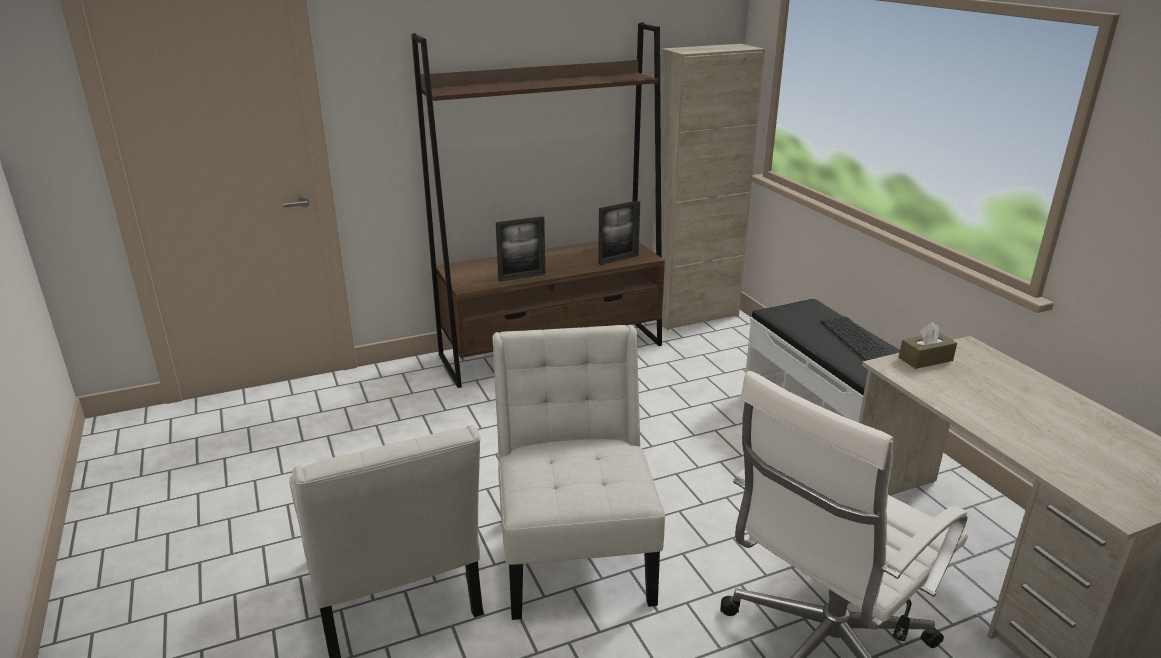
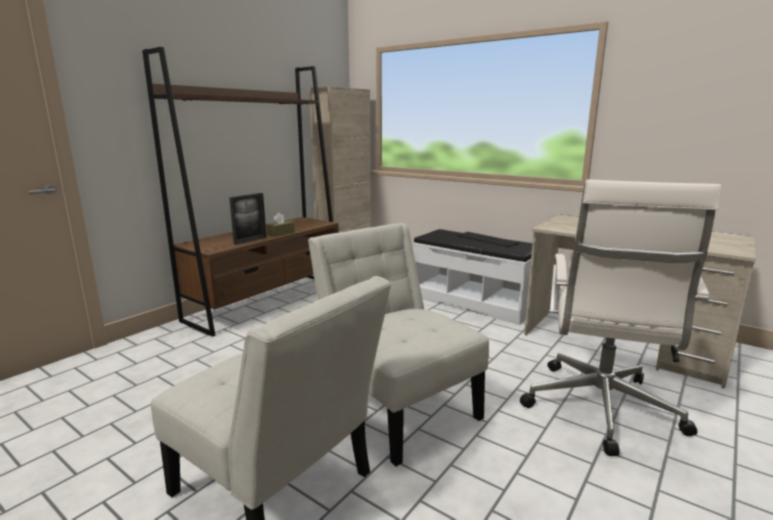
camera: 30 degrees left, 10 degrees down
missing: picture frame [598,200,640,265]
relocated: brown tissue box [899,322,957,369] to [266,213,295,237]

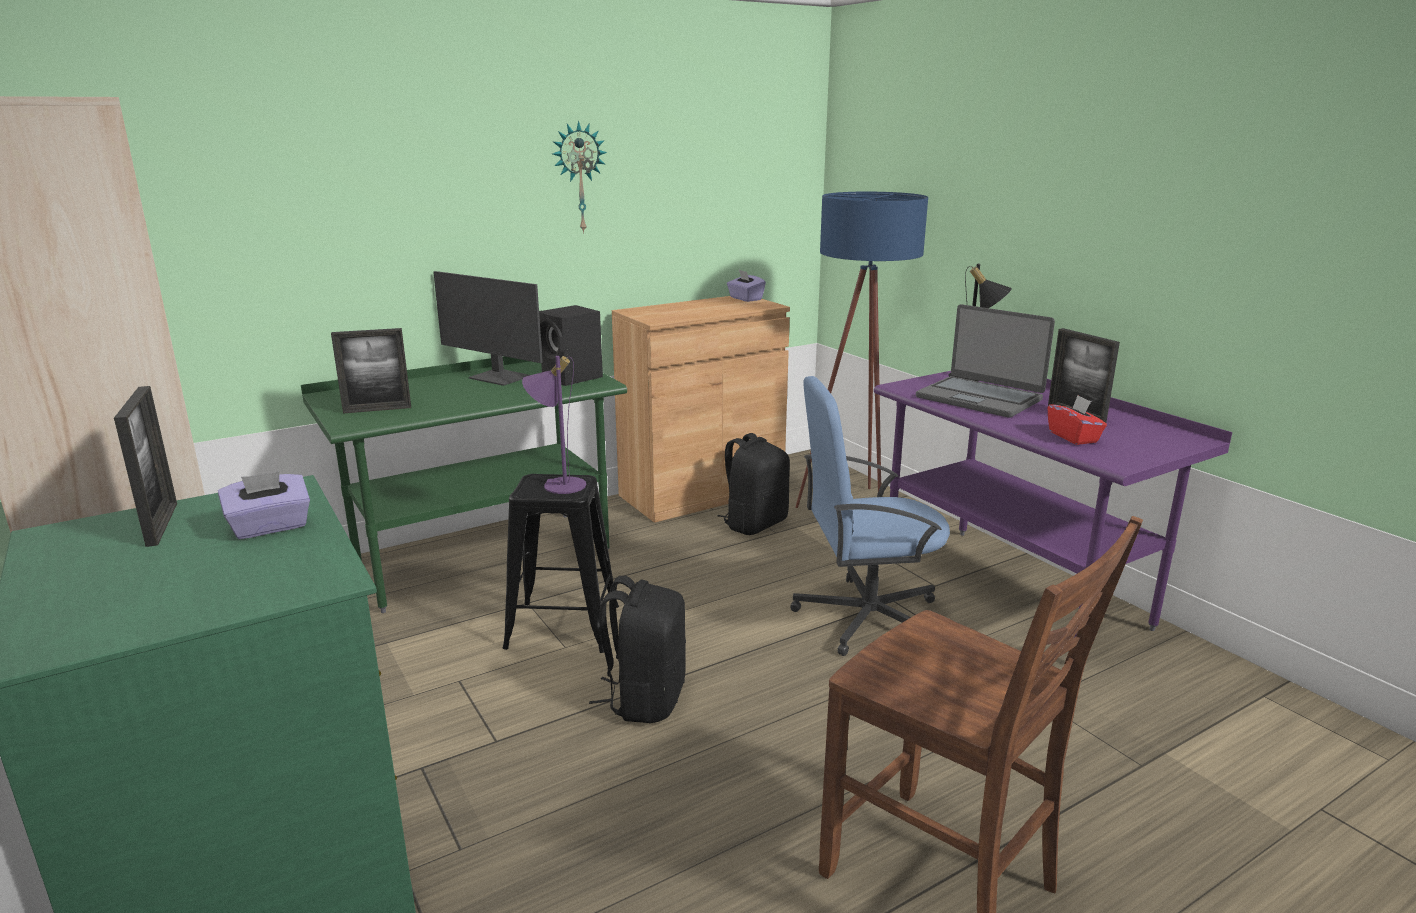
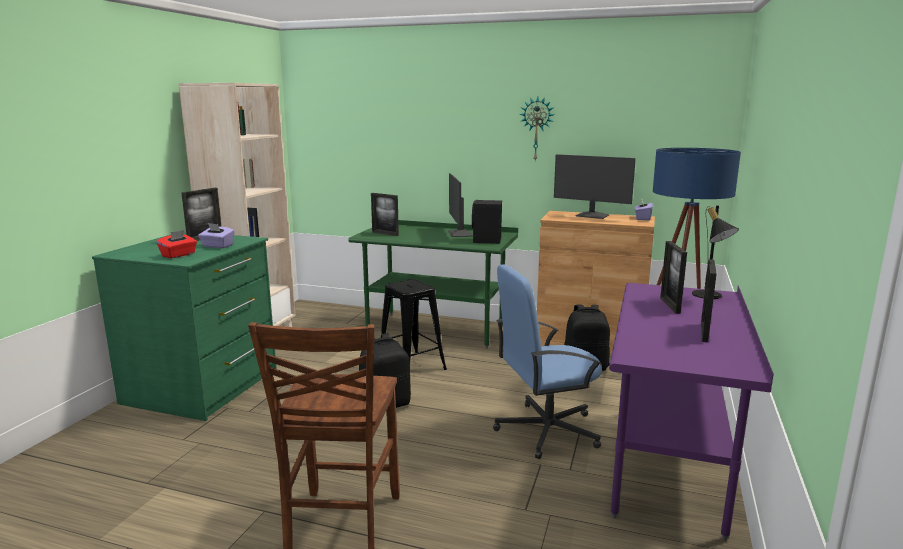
camera: 50 degrees right, 5 degrees down
missing: purple table lamp [522,356,586,494]
appeared: monitor [554,154,636,219]
relocated: red tissue box [1047,395,1107,445] to [156,230,197,259]
exchanged: laptop [916,304,1055,418] to picture frame [660,241,687,314]
spun: blue office chair [790,376,950,656] = [493,264,602,459] 60 degrees counterclockwise

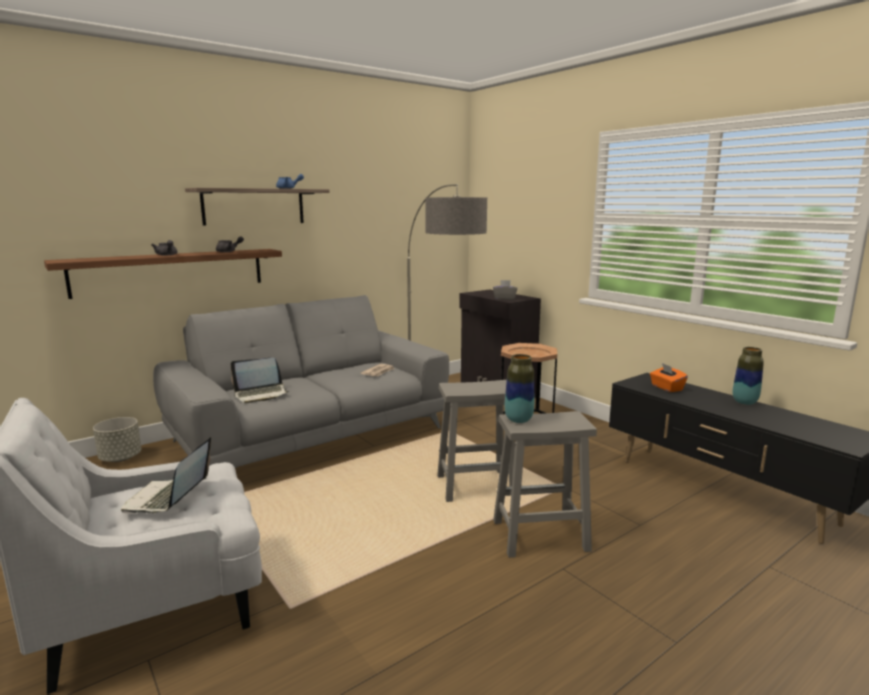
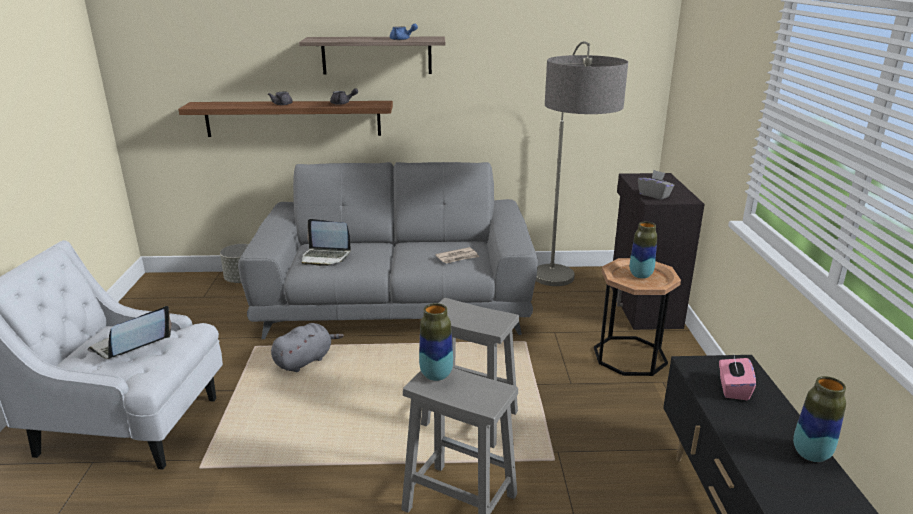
camera: 35 degrees right, 10 degrees up
appeared: vase [630,222,657,279]; grey plush toy [271,323,344,372]
colour: orange tissue box [650,363,688,392] to pink tissue box [719,356,756,400]

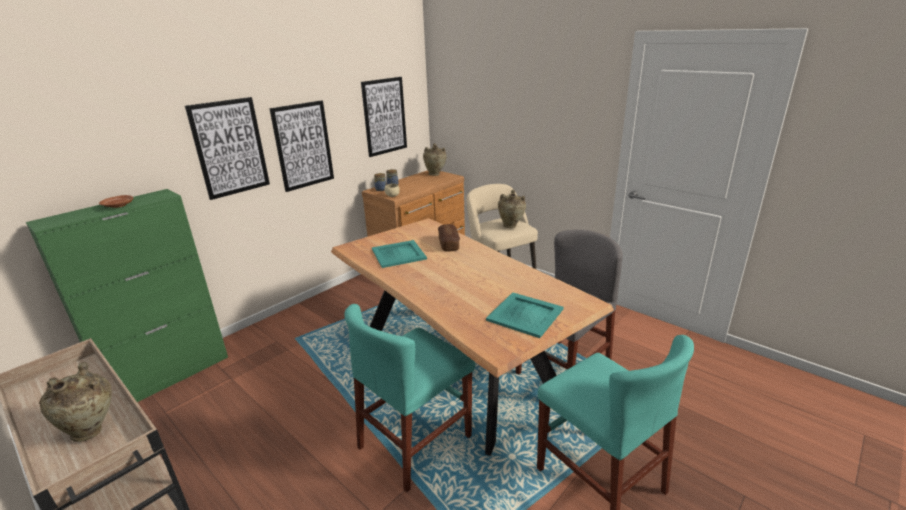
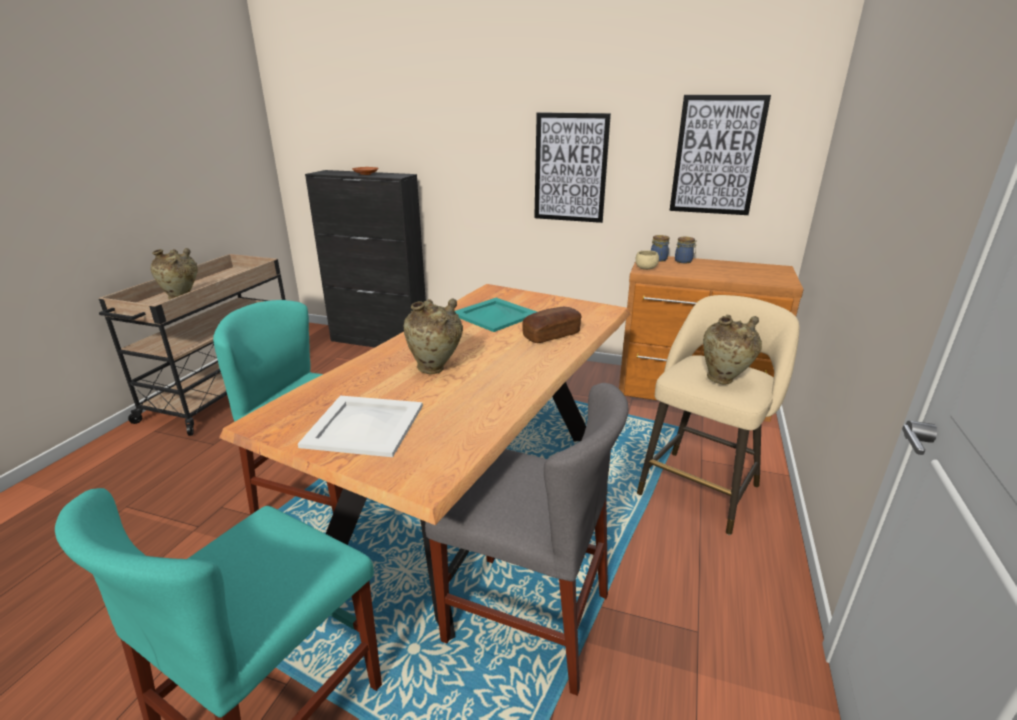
camera: 65 degrees right, 0 degrees up
missing: picture [185,97,270,200]
relocated: beige vase [423,143,446,176] to [403,298,463,374]
colour: green cabinet [26,189,228,402] to black cabinet [305,170,426,348]; turquoise tray [486,292,564,338] to white tray [298,395,423,457]

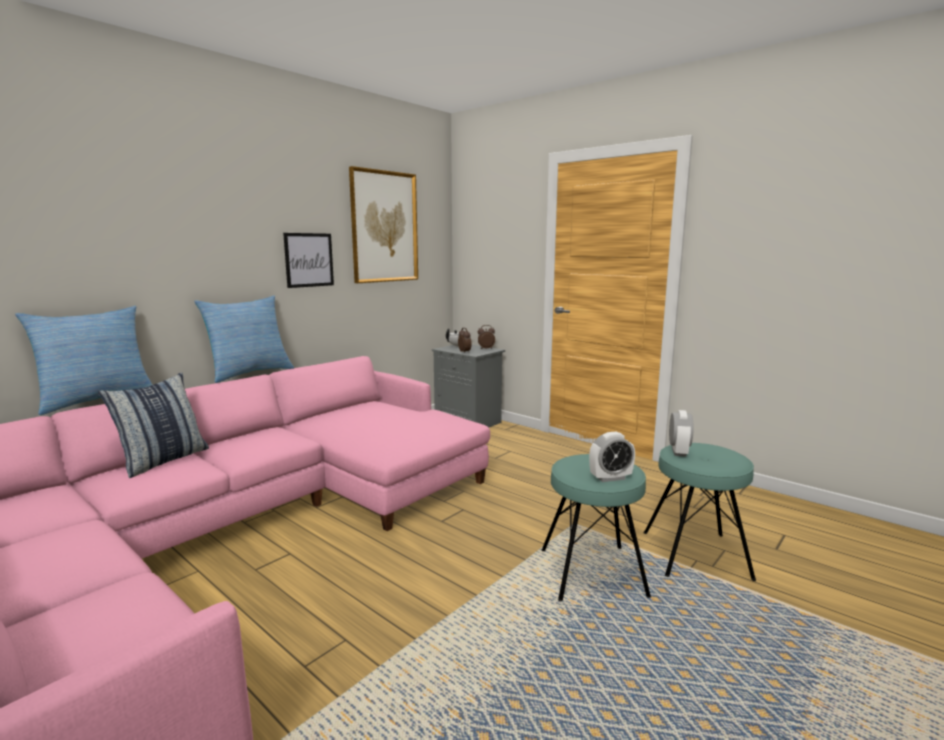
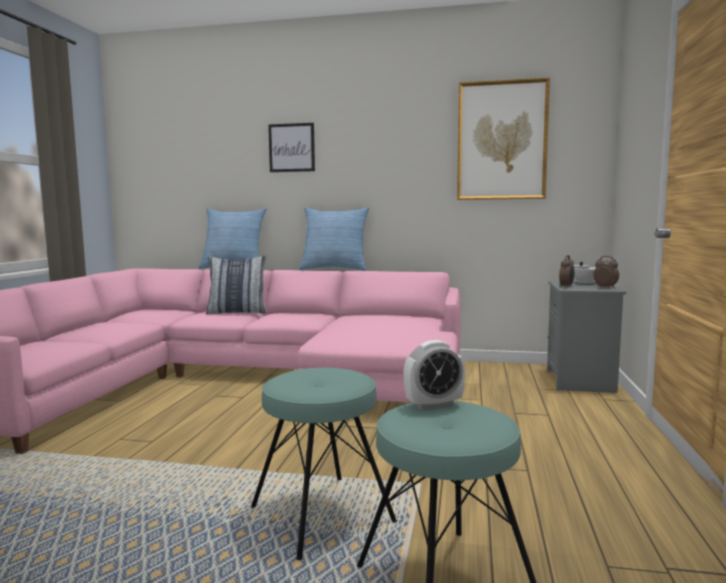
camera: 60 degrees right, 5 degrees down
missing: alarm clock [589,432,635,482]
relocated: picture [283,233,334,288] to [268,123,315,172]

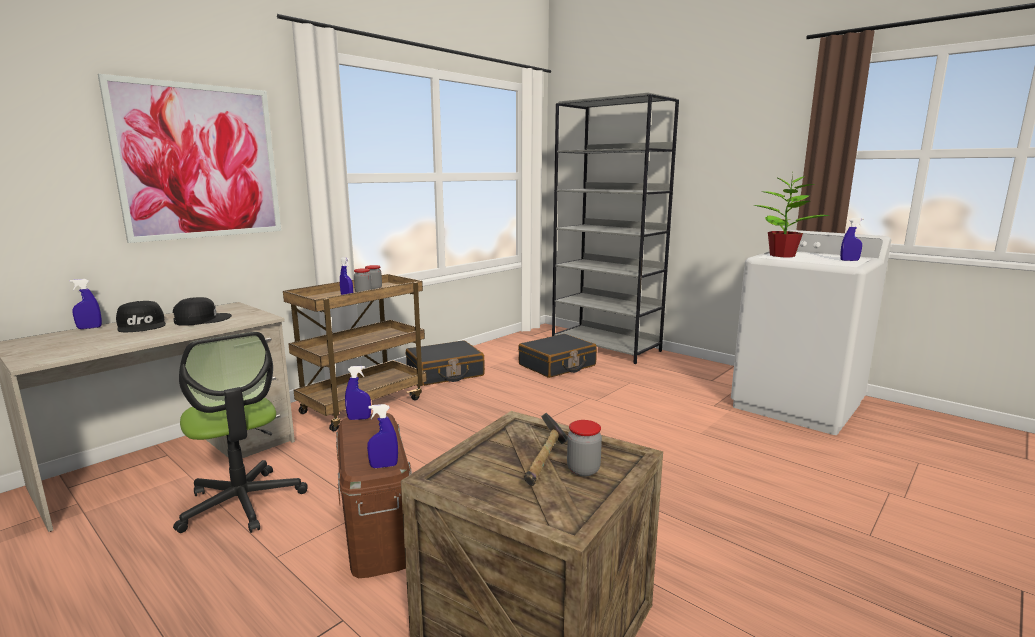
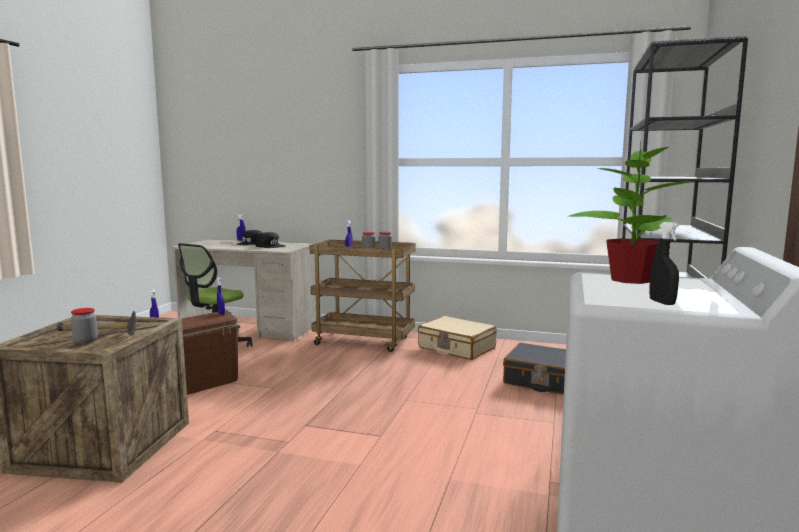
camera: 65 degrees right, 5 degrees down
missing: picture [98,74,281,243]
colour: blue spray bottle [840,218,864,261] to black spray bottle [649,222,679,305]; black suitcase [406,340,485,386] to beige suitcase [418,316,497,360]

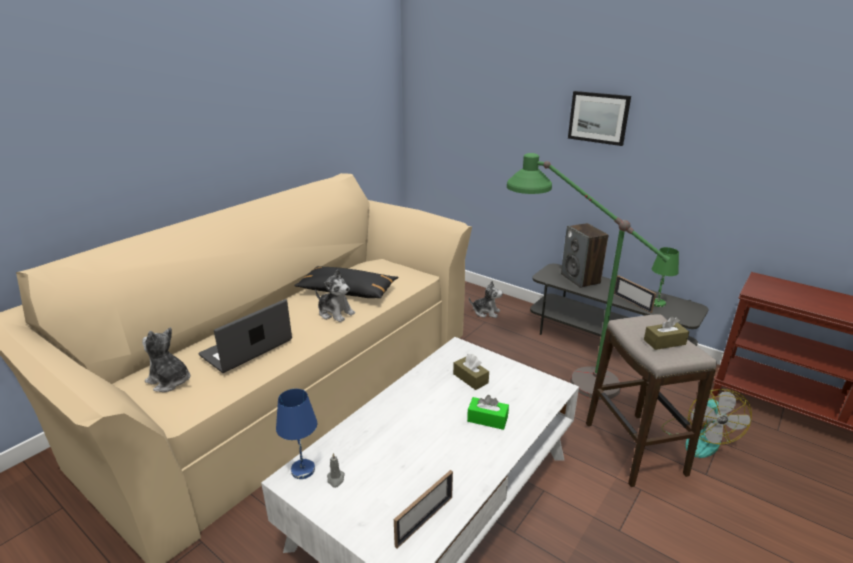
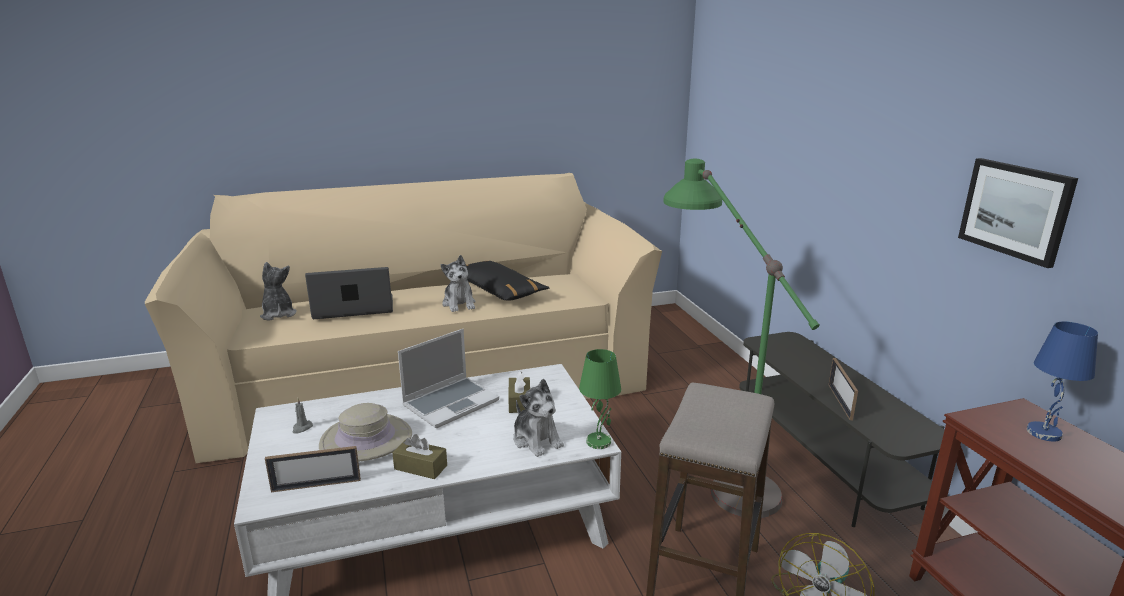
camera: 35 degrees right, 5 degrees down
missing: speaker [561,223,609,288]; green tissue box [467,395,509,430]
appeared: laptop [398,329,499,428]; beige hat [319,403,412,462]
relocated: picture [568,91,631,146] to [958,158,1078,268]; green table lamp [652,247,679,307] to [579,349,621,449]; plush toy [469,281,503,318] to [513,379,564,457]; brown tissue box [644,317,689,350] to [392,434,447,479]; blue table lamp [276,389,317,479] to [1027,322,1098,442]

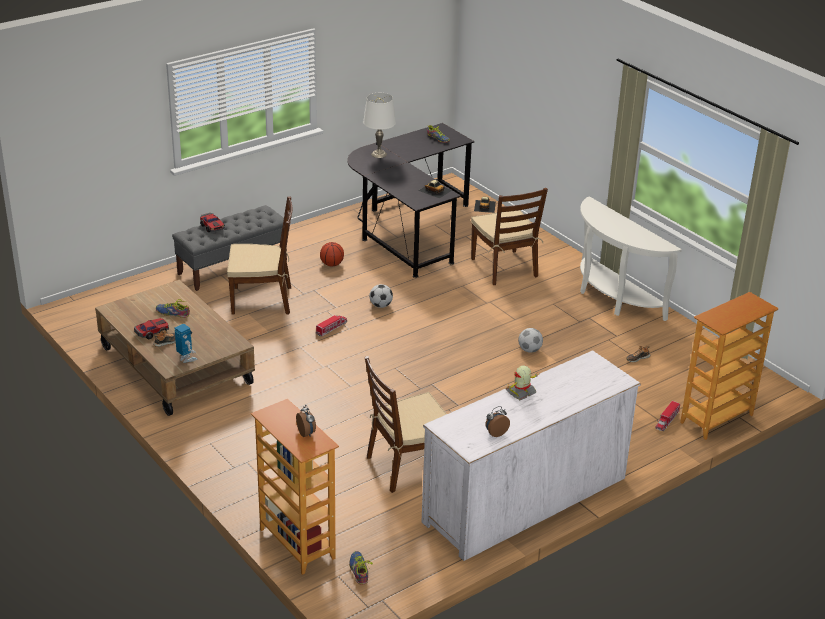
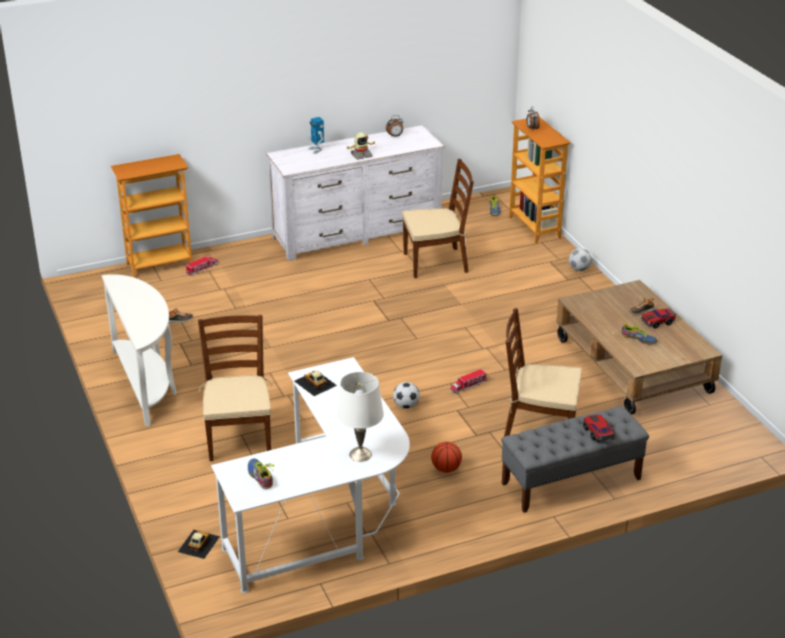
camera: 165 degrees left, 0 degrees up
relocated: toy robot [174,324,197,363] to [308,117,324,154]; football [518,328,543,353] to [569,248,592,271]
colour: black desk [347,123,474,278] to white desk [211,357,410,593]

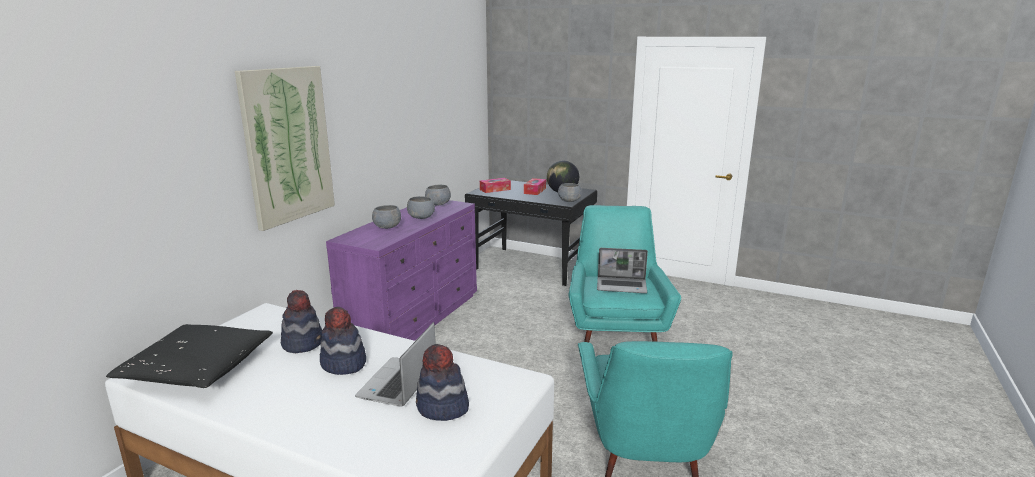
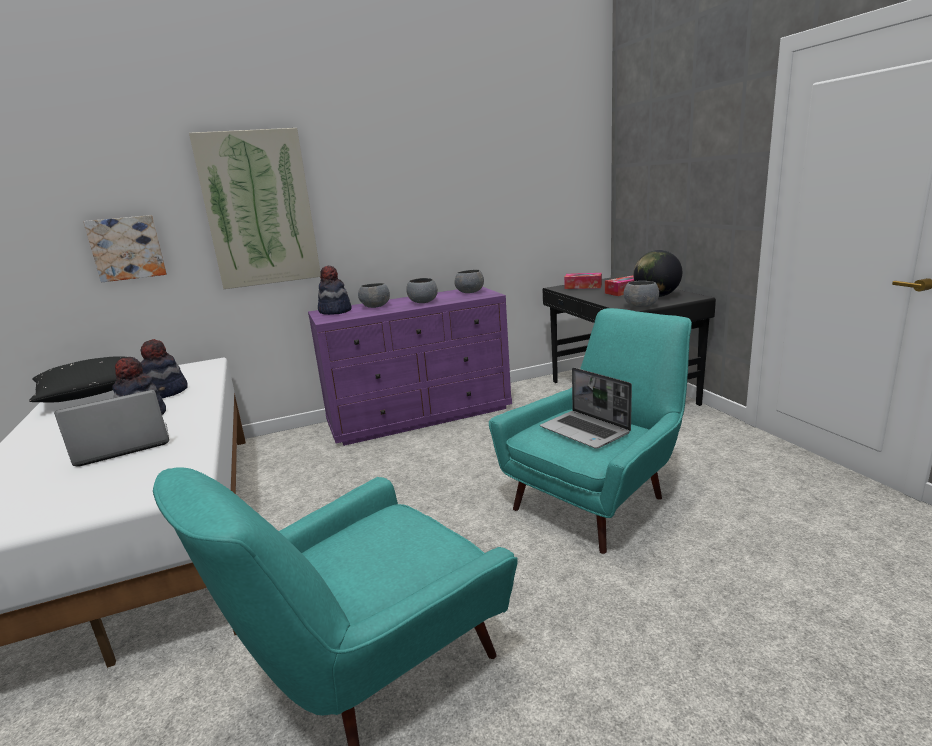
camera: 45 degrees right, 0 degrees up
appeared: picture [83,215,167,282]
relocated: hat [416,344,469,421] to [318,266,352,315]

